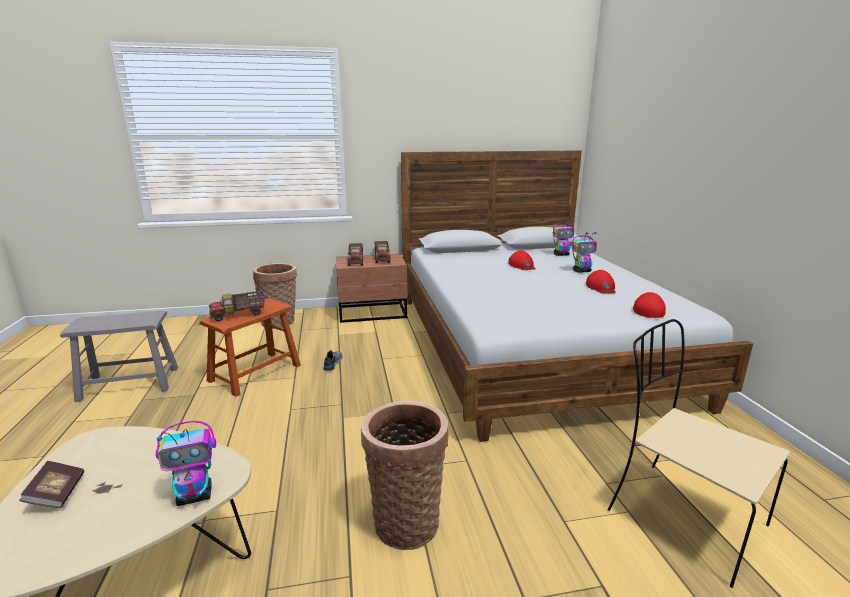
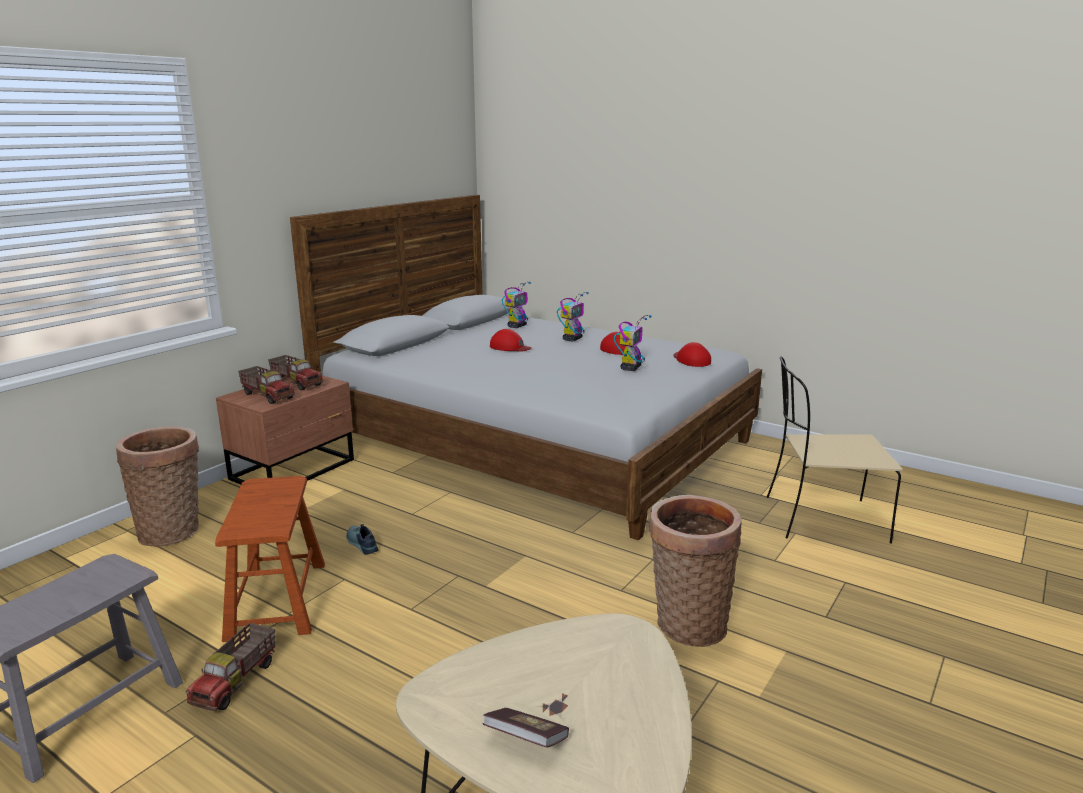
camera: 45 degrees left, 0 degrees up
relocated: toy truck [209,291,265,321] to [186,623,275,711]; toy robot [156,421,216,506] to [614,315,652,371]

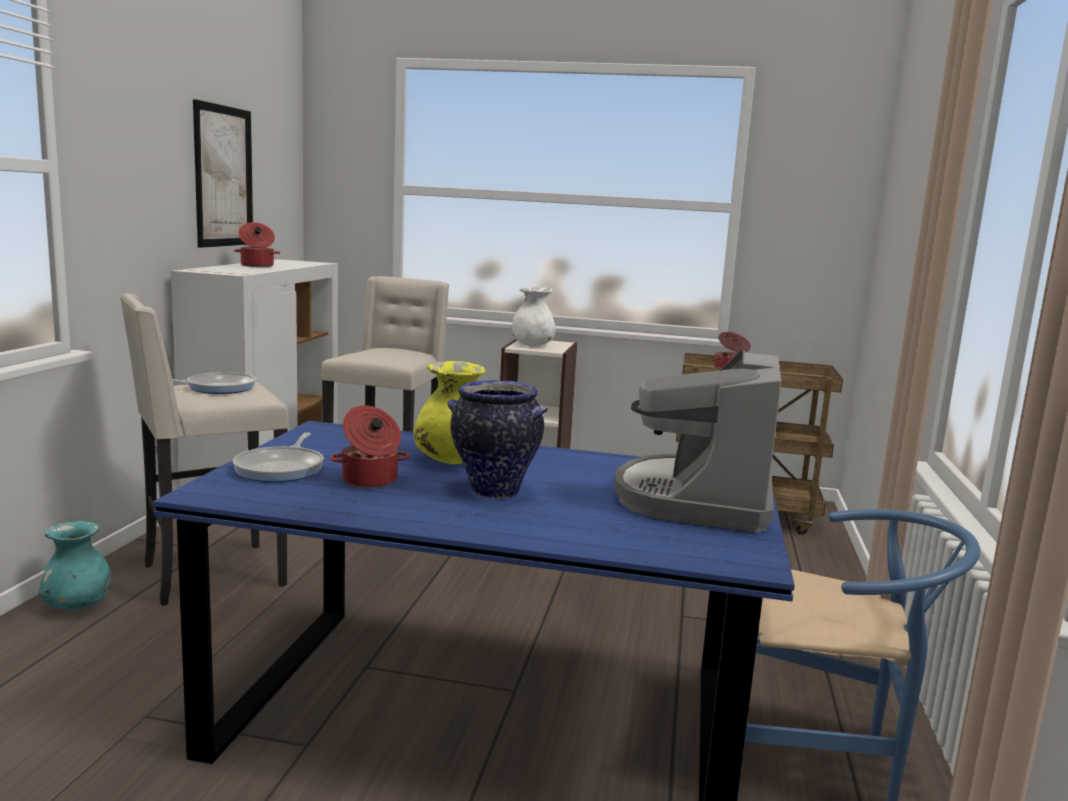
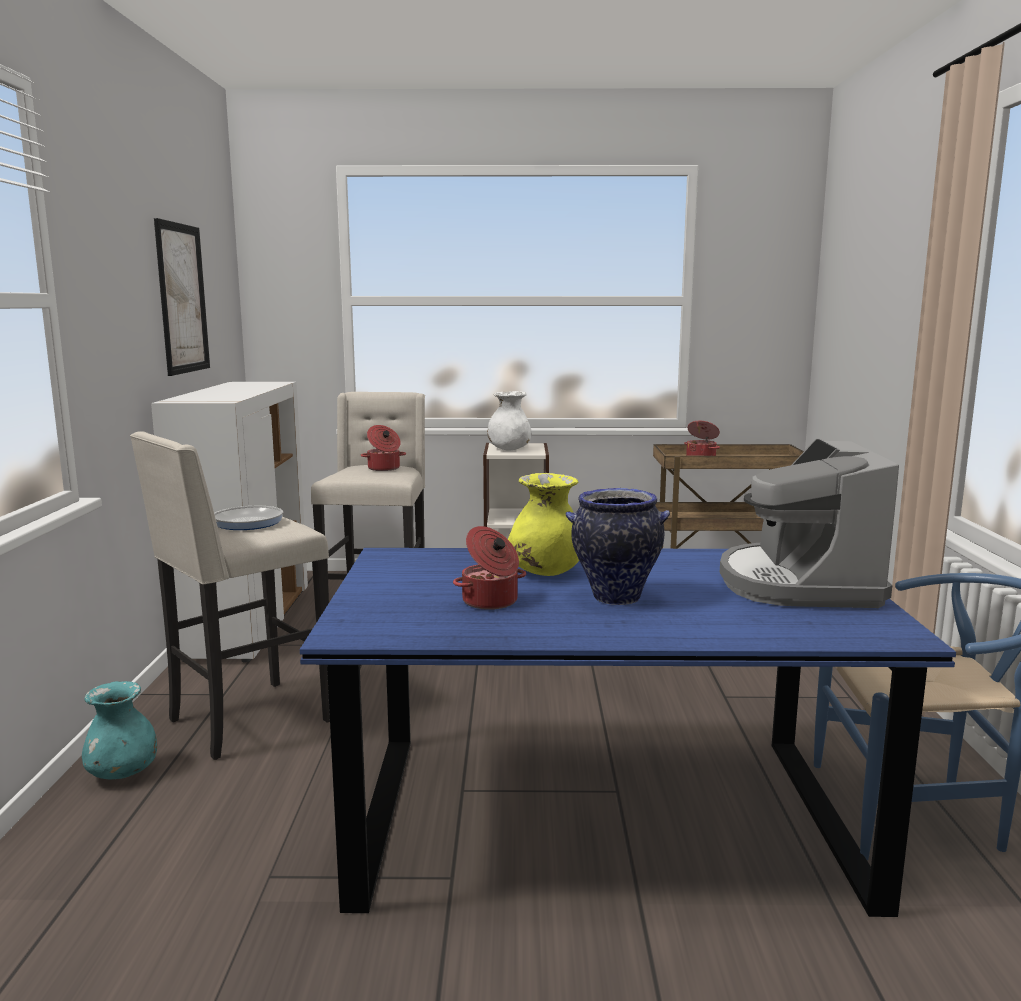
camera: 10 degrees left, 0 degrees up
missing: frying pan [233,433,324,482]
relocated: cooking pot [234,222,280,267] to [361,425,406,471]

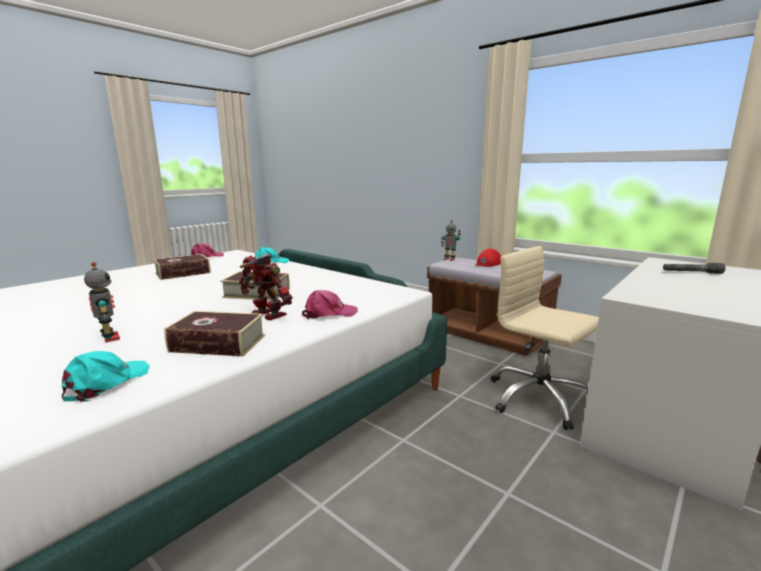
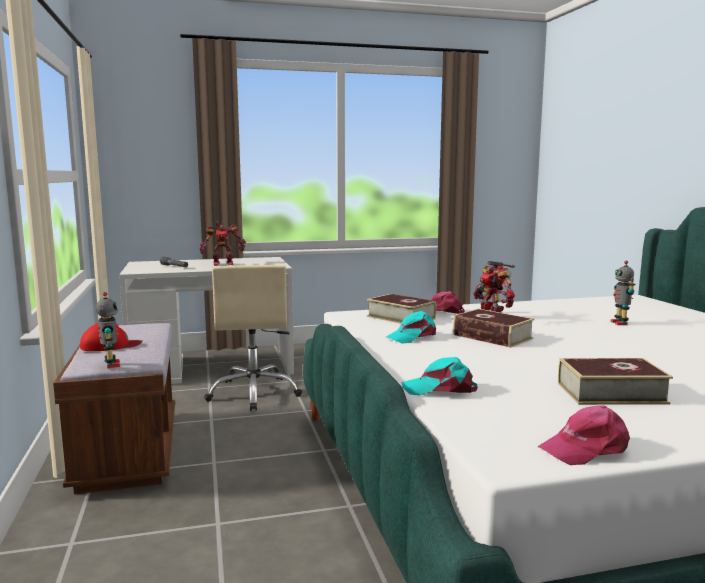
camera: 145 degrees left, 5 degrees down
appeared: toy robot [200,222,246,266]
relocated: book [164,311,265,357] to [367,294,436,324]; turquoise cap [61,351,150,402] to [386,311,436,344]

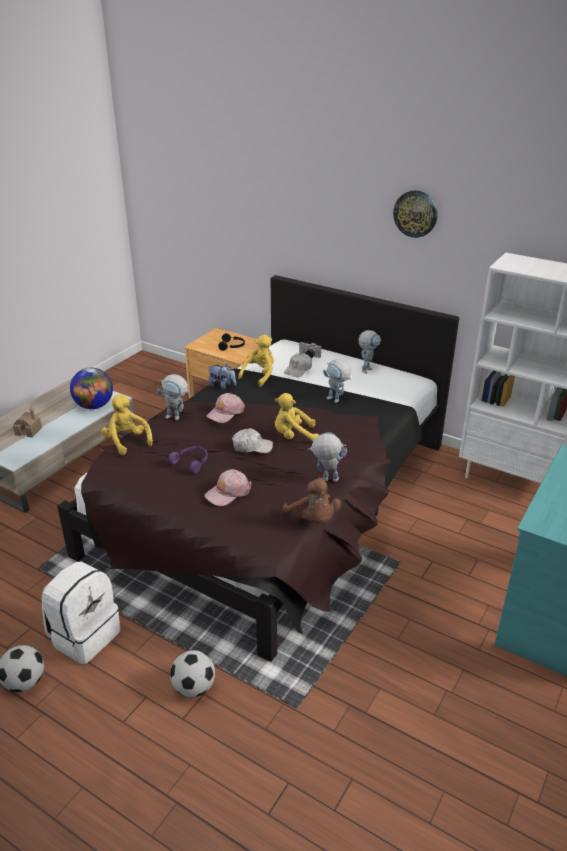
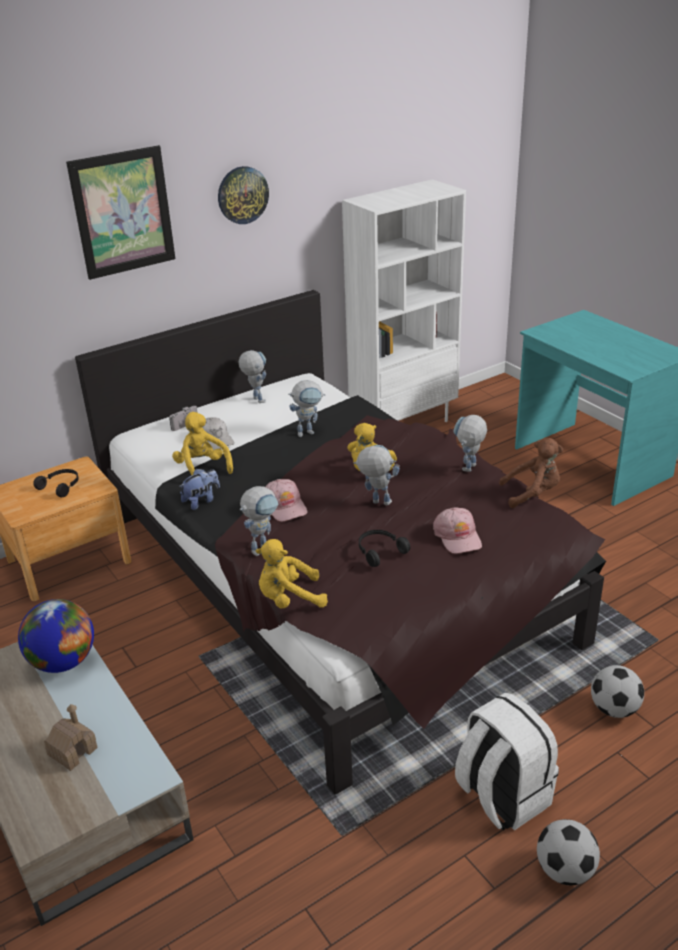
camera: 65 degrees left, 0 degrees up
appeared: picture [66,145,175,280]
exchanged: white cap [232,428,273,453] to toy robot [354,445,400,506]
colour: purple headphones [168,446,208,473] to black headphones [359,530,410,567]

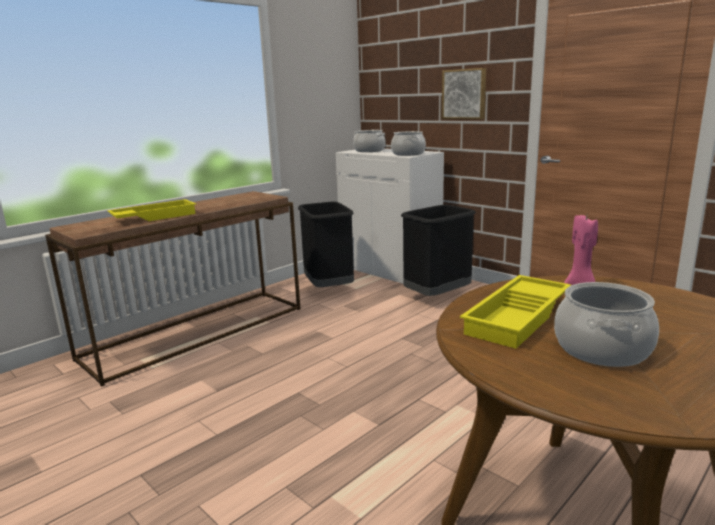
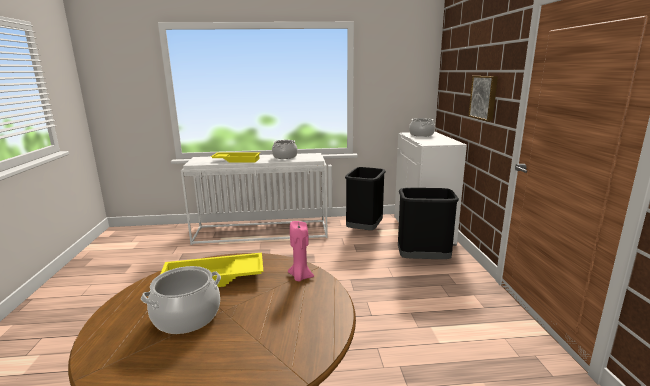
camera: 40 degrees right, 0 degrees up
relocated: cooking pot [391,131,426,156] to [272,140,298,159]
colour: brown console table [45,191,300,387] to white console table [181,153,328,245]

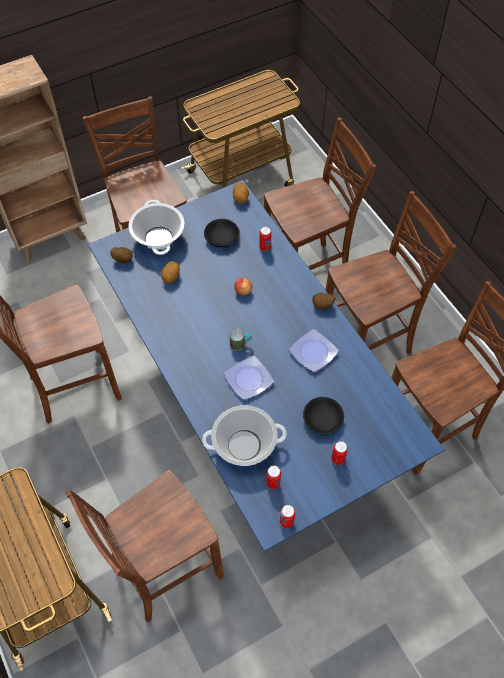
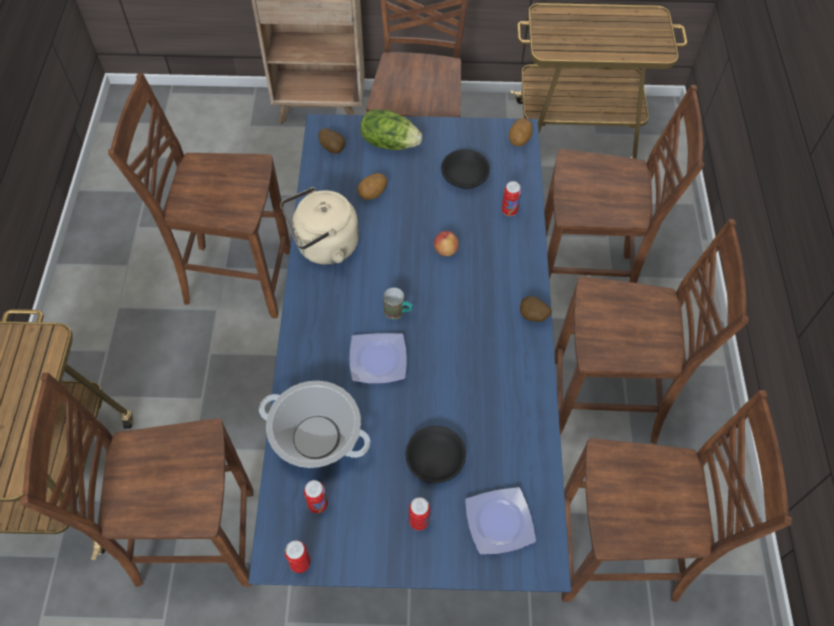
camera: 30 degrees right, 0 degrees up
appeared: beige kettle [280,187,359,265]
relocated: plate [289,329,339,372] to [465,487,536,555]
exchanged: cooking pot [128,199,185,255] to lettuce [360,110,422,150]

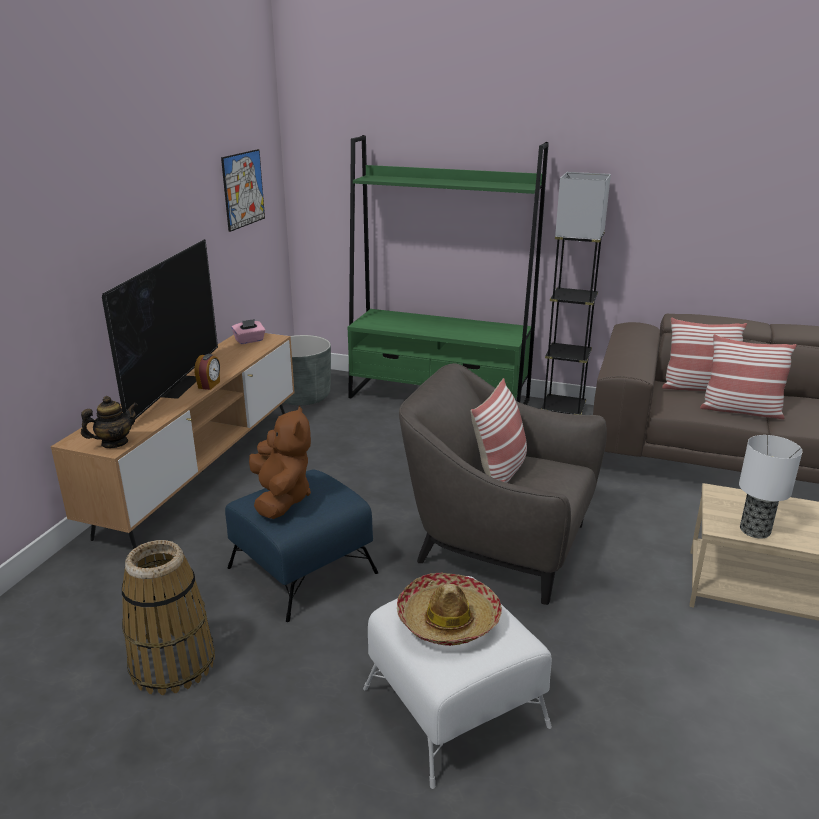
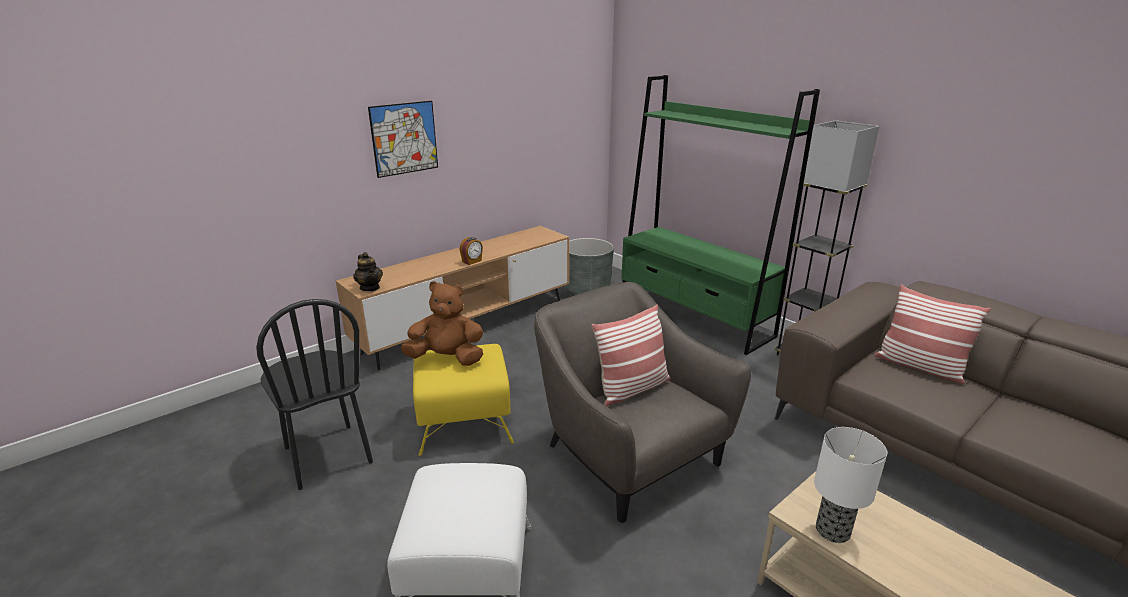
camera: 30 degrees right, 0 degrees up
missing: television [102,239,218,419]; pink tissue box [231,319,265,344]; pillow [700,334,797,419]; hat [397,572,502,646]
relocated: picture [221,149,265,232] to [368,101,438,178]
exchanged: basket [122,540,215,695] to black chair [256,299,373,490]
colour: blue ottoman [225,469,378,622] to yellow ottoman [413,344,514,456]
spun: teapot [81,396,138,448] = [353,252,383,291] 60 degrees clockwise; brown plush toy [249,406,311,519] = [401,281,483,366] 105 degrees counterclockwise

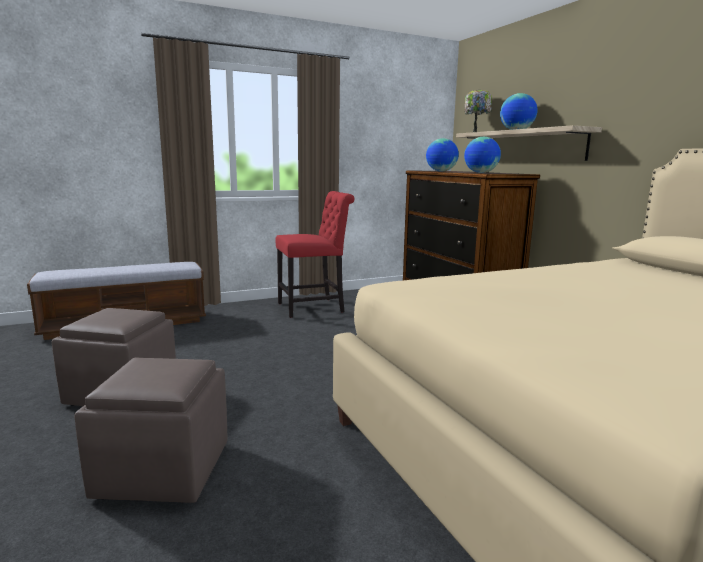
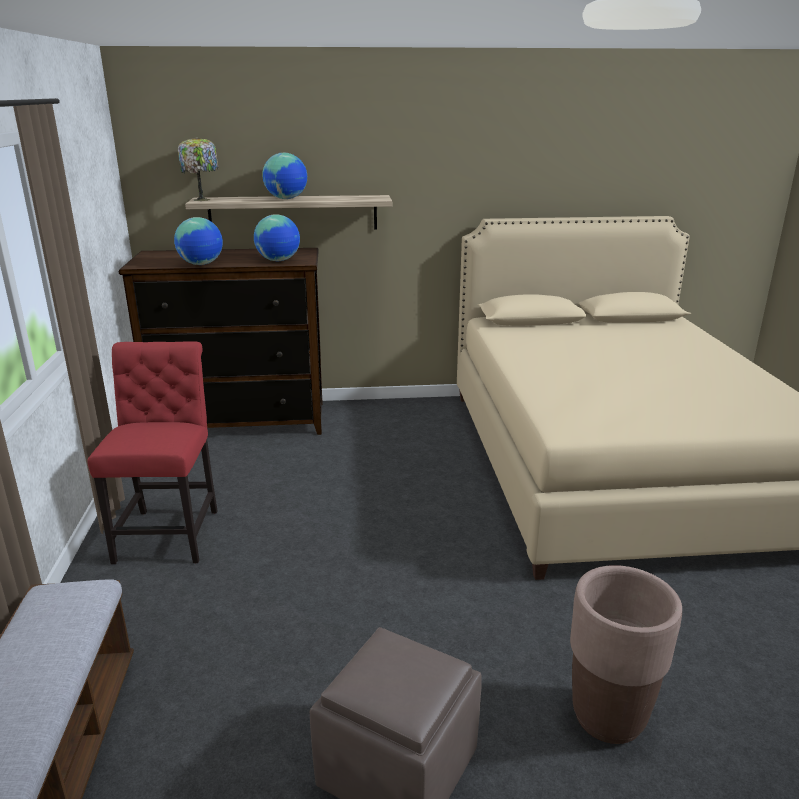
camera: 70 degrees left, 10 degrees up
exchanged: brown ottoman [74,358,228,503] to brown planter [570,565,682,744]

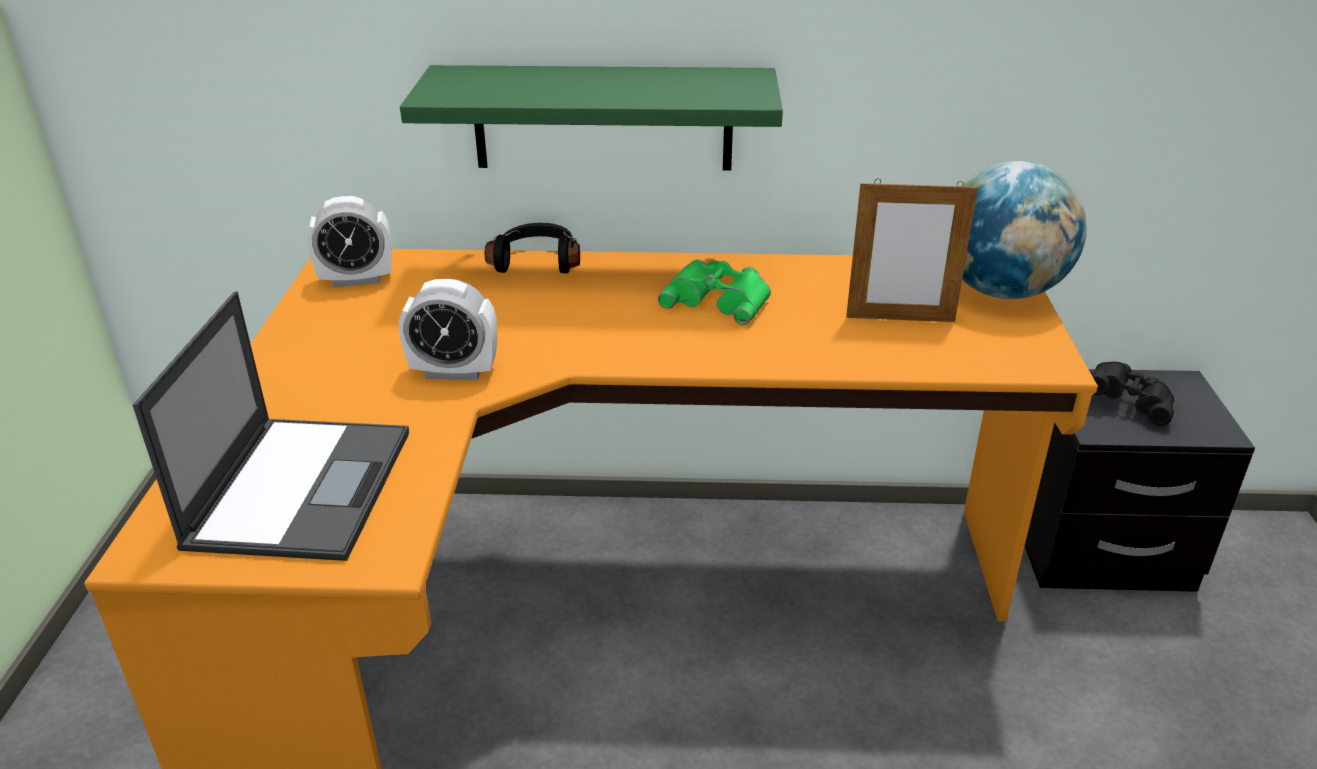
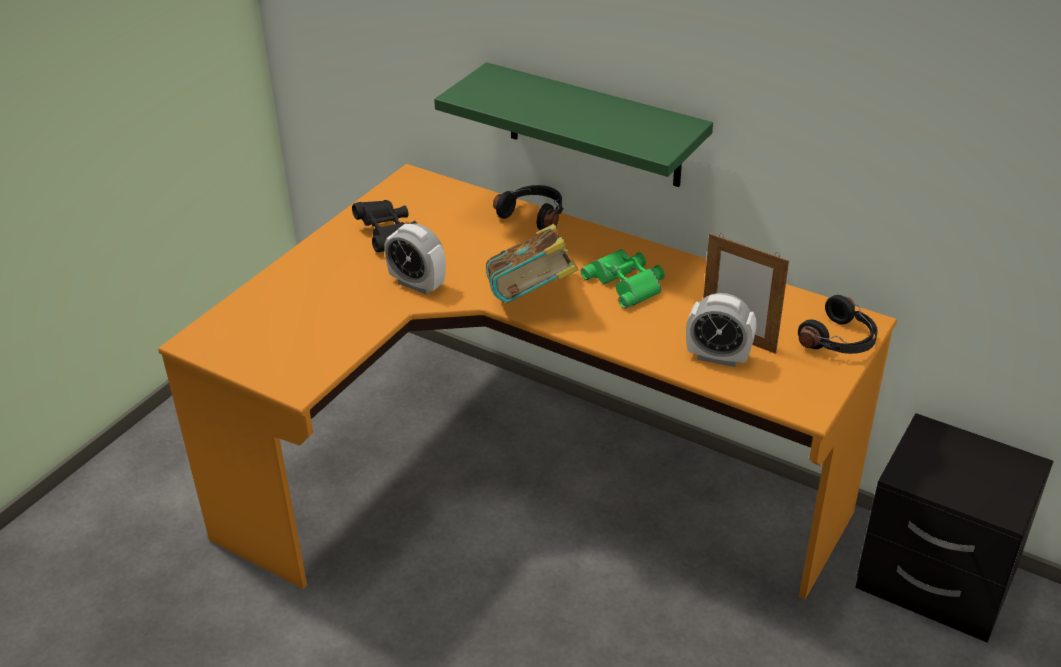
camera: 30 degrees right, 5 degrees up
missing: laptop [133,291,409,561]
appeared: book [486,224,579,303]
relocated: alarm clock [307,196,392,287] to [686,293,757,367]; black binoculars [1091,362,1174,425] to [352,200,417,252]
exchanged: globe [961,161,1087,299] to black headphones [798,295,878,354]

